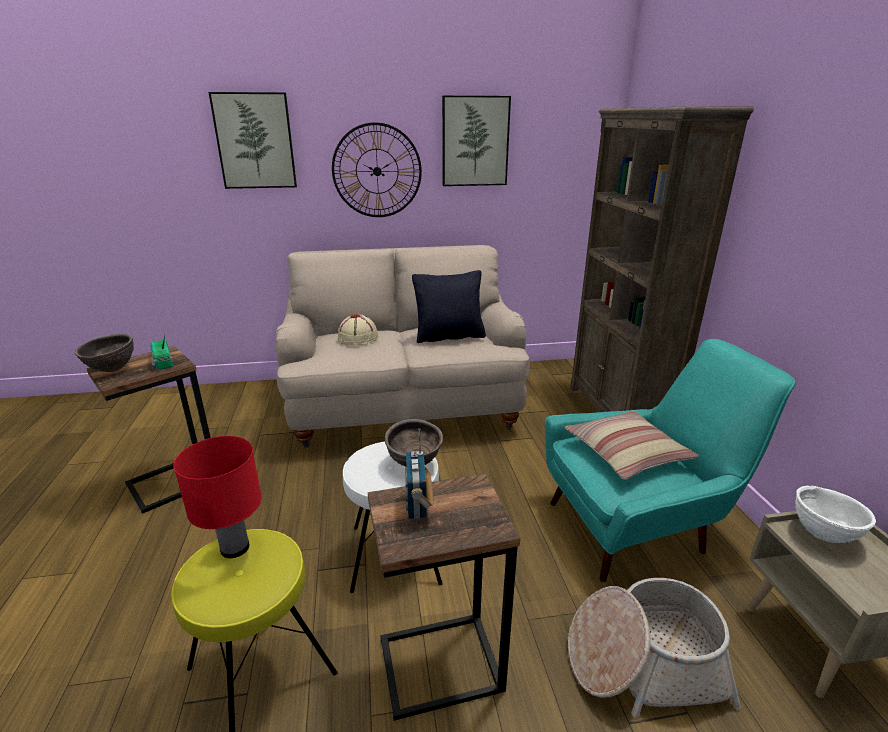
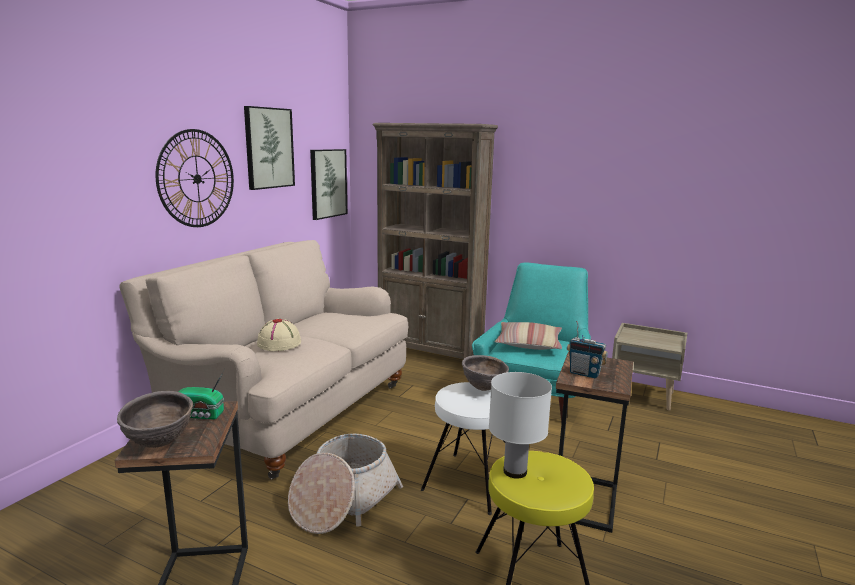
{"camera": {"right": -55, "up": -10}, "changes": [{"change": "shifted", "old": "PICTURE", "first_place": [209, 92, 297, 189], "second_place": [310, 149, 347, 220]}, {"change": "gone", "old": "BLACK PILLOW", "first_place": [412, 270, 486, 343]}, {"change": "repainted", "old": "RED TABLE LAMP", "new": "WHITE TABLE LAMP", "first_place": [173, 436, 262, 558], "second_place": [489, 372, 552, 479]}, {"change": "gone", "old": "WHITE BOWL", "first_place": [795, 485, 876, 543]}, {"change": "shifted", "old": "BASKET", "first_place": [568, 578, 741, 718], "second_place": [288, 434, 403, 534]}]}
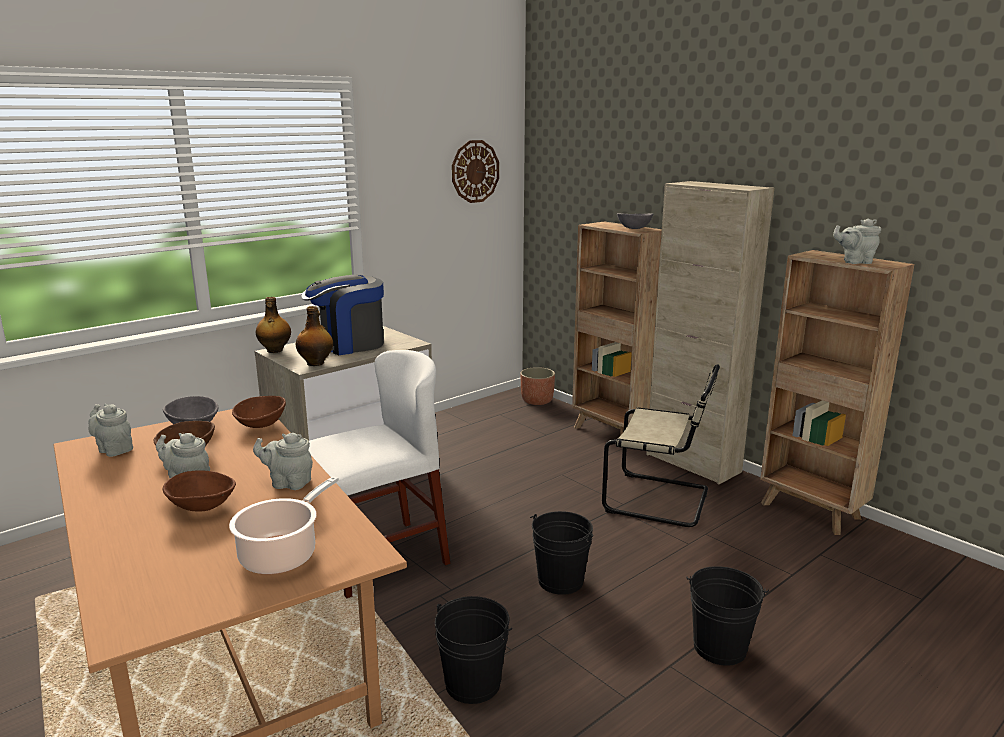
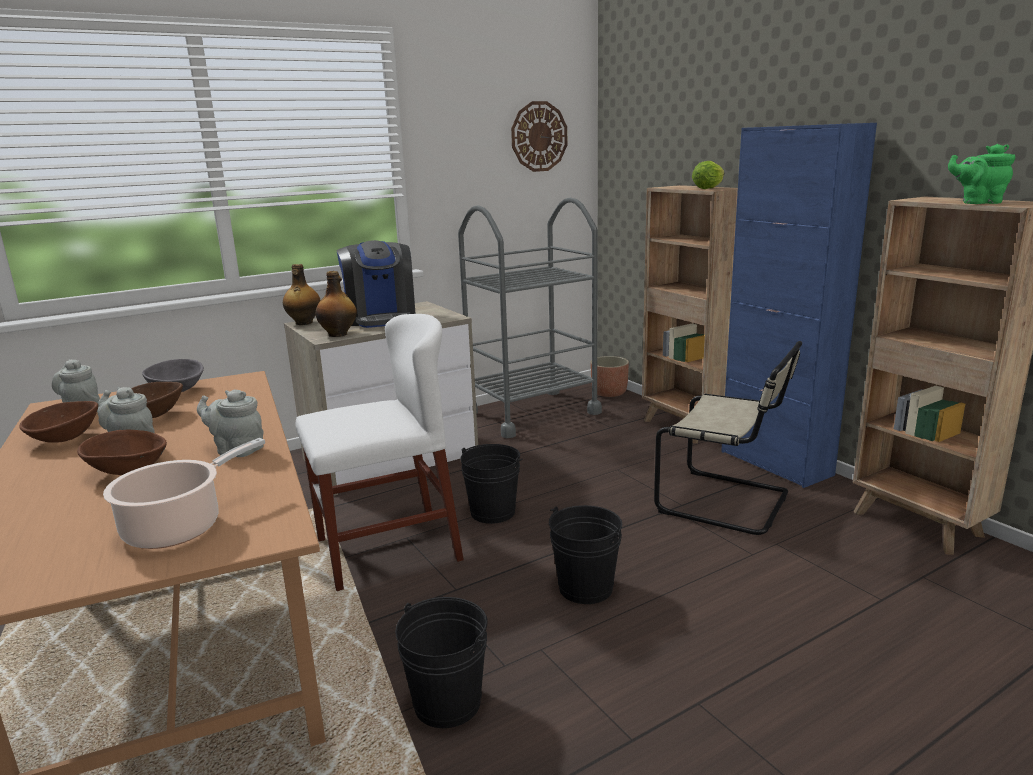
{"camera": {"right": 10, "up": 0}, "changes": [{"change": "repainted", "old": "BEIGE CABINET", "new": "BLUE CABINET", "first_place": [646, 181, 774, 484], "second_place": [721, 123, 877, 488]}, {"change": "swapped", "old": "GREY BOWL", "new": "LETTUCE", "first_place": [617, 213, 653, 229], "second_place": [692, 161, 724, 189]}, {"change": "repainted", "old": "GREY TEAPOT", "new": "GREEN TEAPOT", "first_place": [833, 219, 881, 264], "second_place": [948, 144, 1015, 204]}, {"change": "rotated", "old": "COFFEE MACHINE", "first_place": [301, 275, 384, 355], "second_place": [337, 240, 416, 328], "degrees": -90}, {"change": "shifted", "old": "BROWN BOWL", "first_place": [232, 396, 286, 428], "second_place": [19, 401, 98, 443]}, {"change": "shifted", "old": "BLACK BUCKET", "first_place": [686, 566, 769, 666], "second_place": [460, 444, 523, 524]}, {"change": "new", "new": "GREY CART", "second_place": [458, 198, 602, 438]}]}
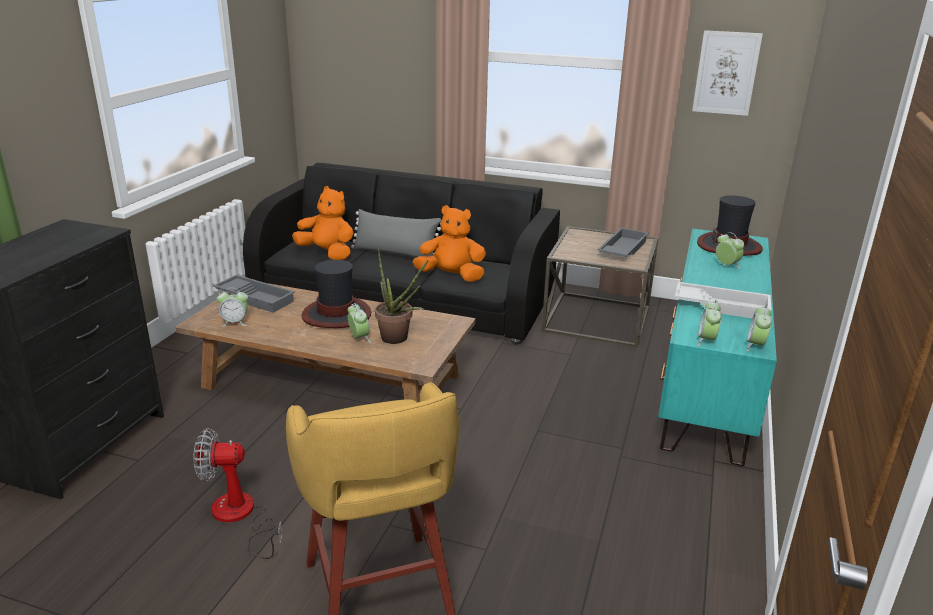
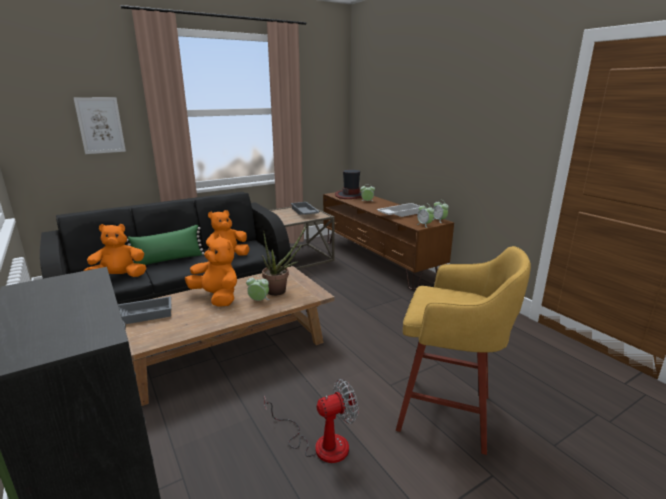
{"camera": {"right": -50, "up": -5}, "changes": [{"change": "shifted", "old": "PICTURE", "first_place": [692, 30, 763, 116], "second_place": [74, 97, 126, 154]}, {"change": "repainted", "old": "GREY PILLOW", "new": "GREEN PILLOW", "first_place": [351, 209, 441, 258], "second_place": [127, 225, 205, 265]}, {"change": "repainted", "old": "TURQUOISE TV STAND", "new": "BROWN TV STAND", "first_place": [658, 229, 777, 466], "second_place": [323, 191, 454, 290]}, {"change": "swapped", "old": "HAT", "new": "ORANGE PLUSH TOY", "first_place": [301, 260, 371, 328], "second_place": [185, 235, 237, 307]}, {"change": "gone", "old": "ALARM CLOCK", "first_place": [217, 288, 248, 327]}, {"change": "rotated", "old": "FAN", "first_place": [193, 428, 282, 559], "second_place": [264, 379, 358, 463], "degrees": -150}]}
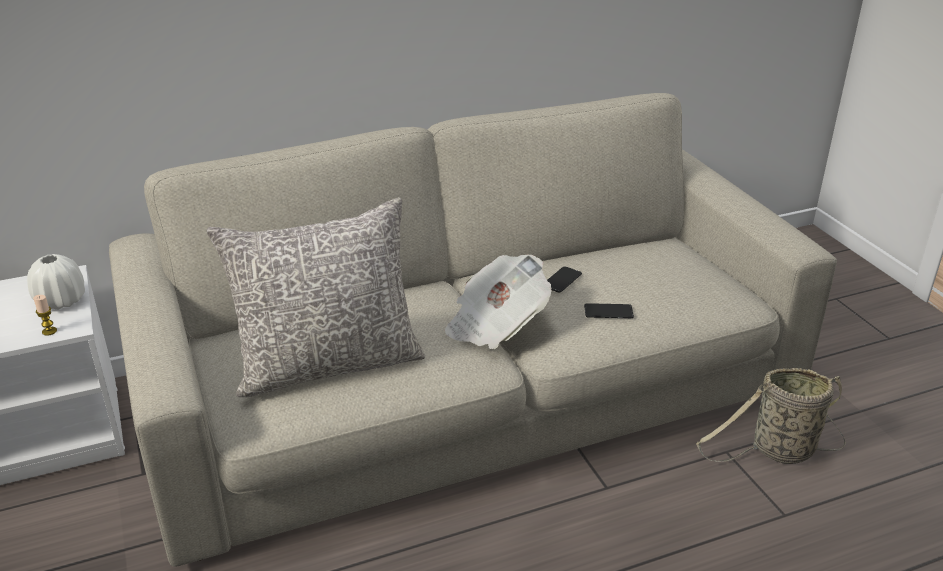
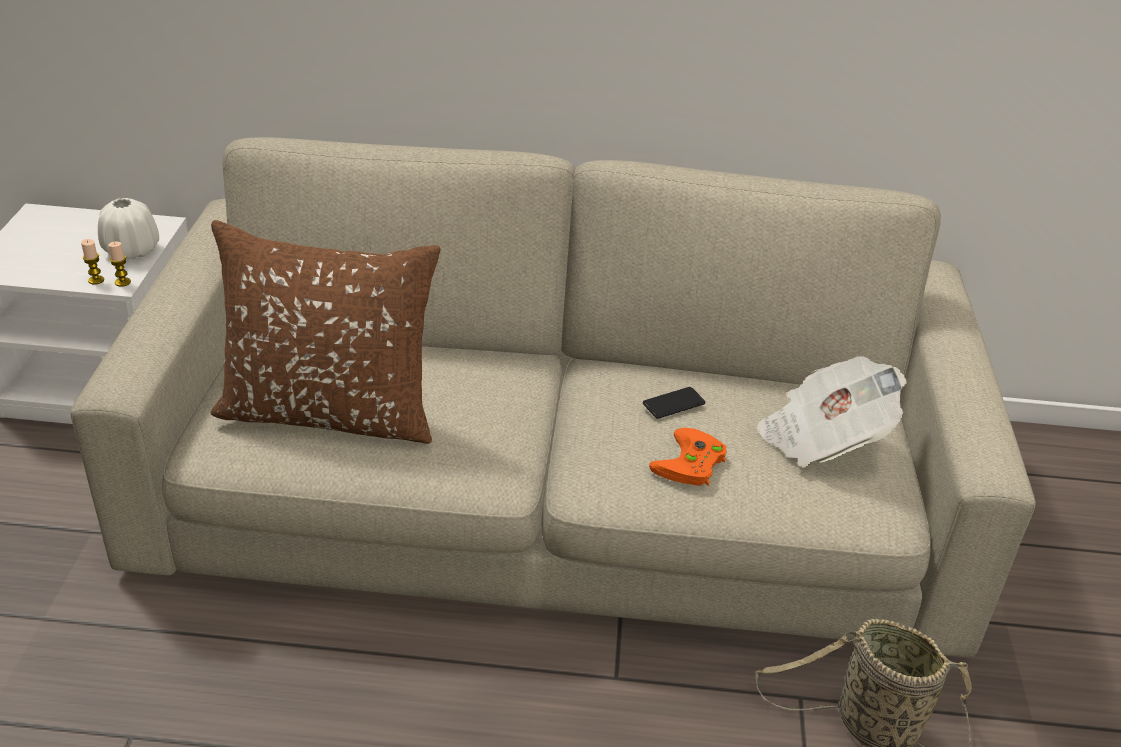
{"camera": {"right": 25, "up": 5}, "changes": [{"change": "repainted", "old": "GREY PILLOW", "new": "BROWN PILLOW", "first_place": [207, 197, 425, 397], "second_place": [211, 220, 441, 444]}, {"change": "shifted", "old": "NEWSPAPER", "first_place": [445, 255, 552, 349], "second_place": [757, 356, 907, 468]}, {"change": "swapped", "old": "PHONE", "new": "ORANGE GAME CONTROLLER", "first_place": [584, 303, 634, 318], "second_place": [649, 428, 727, 486]}, {"change": "new", "new": "CANDLE", "second_place": [108, 242, 131, 287]}]}
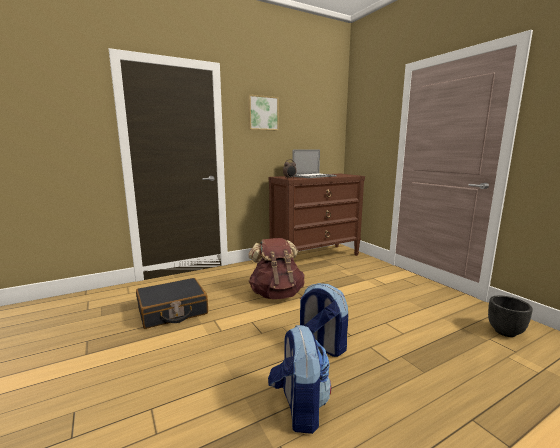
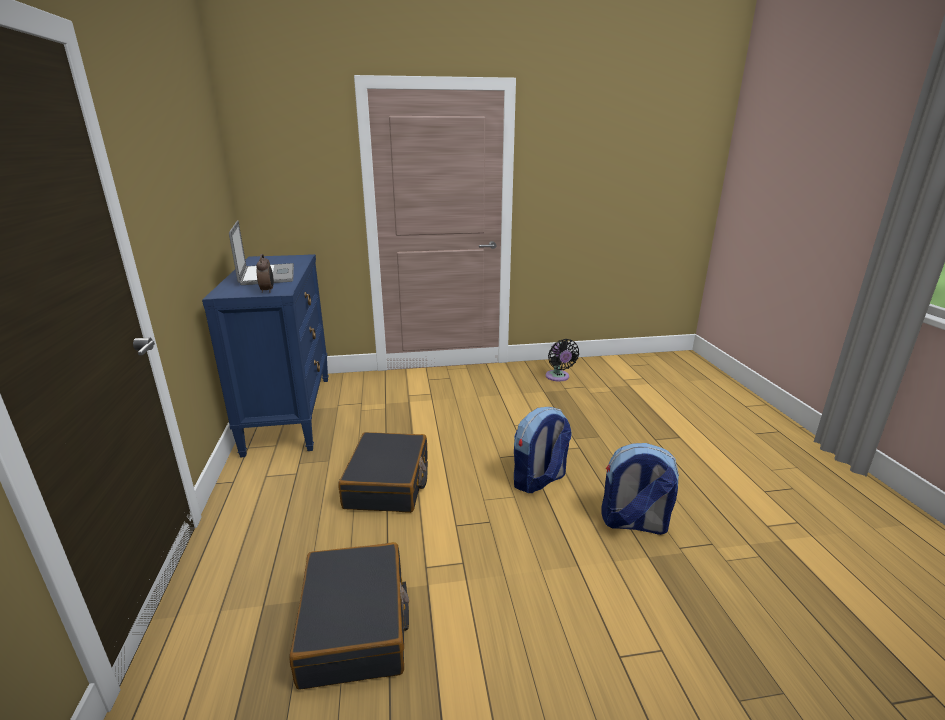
{"camera": {"right": -70, "up": 10}, "changes": [{"change": "gone", "old": "PICTURE", "first_place": [248, 95, 279, 130]}, {"change": "repainted", "old": "BROWN DRESSER", "new": "BLUE DRESSER", "first_place": [268, 174, 365, 256], "second_place": [202, 254, 329, 458]}, {"change": "swapped", "old": "BROWN BACKPACK", "new": "BLACK SUITCASE", "first_place": [248, 238, 305, 299], "second_place": [338, 432, 428, 513]}, {"change": "swapped", "old": "BLACK PLANTER", "new": "BLACK FAN", "first_place": [488, 295, 533, 337], "second_place": [545, 339, 579, 382]}]}
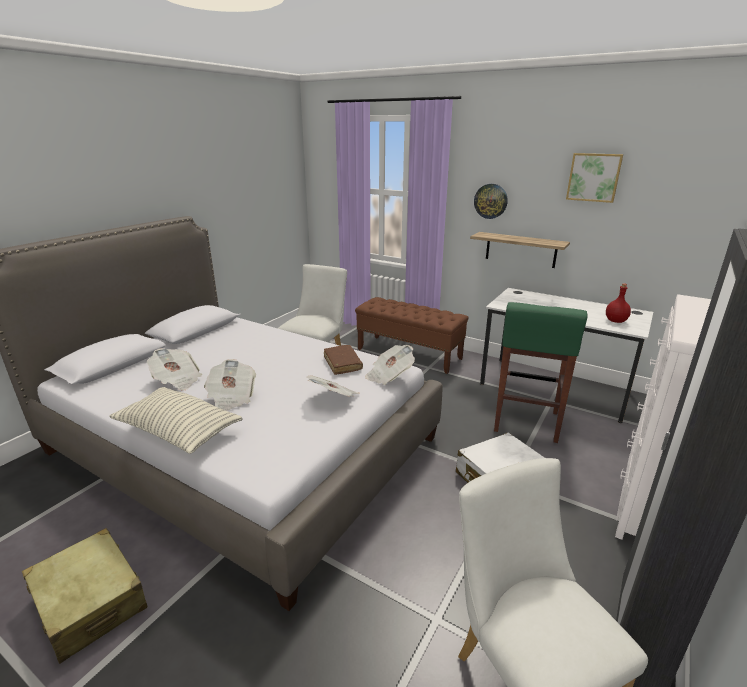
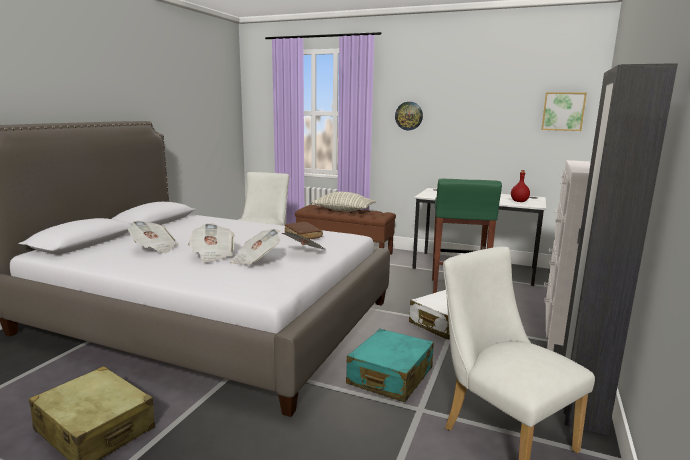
{"camera": {"right": -10, "up": -10}, "changes": [{"change": "shifted", "old": "PICTURE", "first_place": [566, 153, 623, 203], "second_place": [541, 92, 587, 131]}, {"change": "gone", "old": "SHELF", "first_place": [470, 232, 570, 268]}, {"change": "shifted", "old": "NEWSPAPER", "first_place": [365, 345, 415, 385], "second_place": [230, 229, 280, 265]}, {"change": "shifted", "old": "PILLOW", "first_place": [109, 387, 243, 454], "second_place": [311, 192, 376, 212]}, {"change": "new", "new": "TURQUOISE SUITCASE", "second_place": [346, 329, 434, 402]}]}
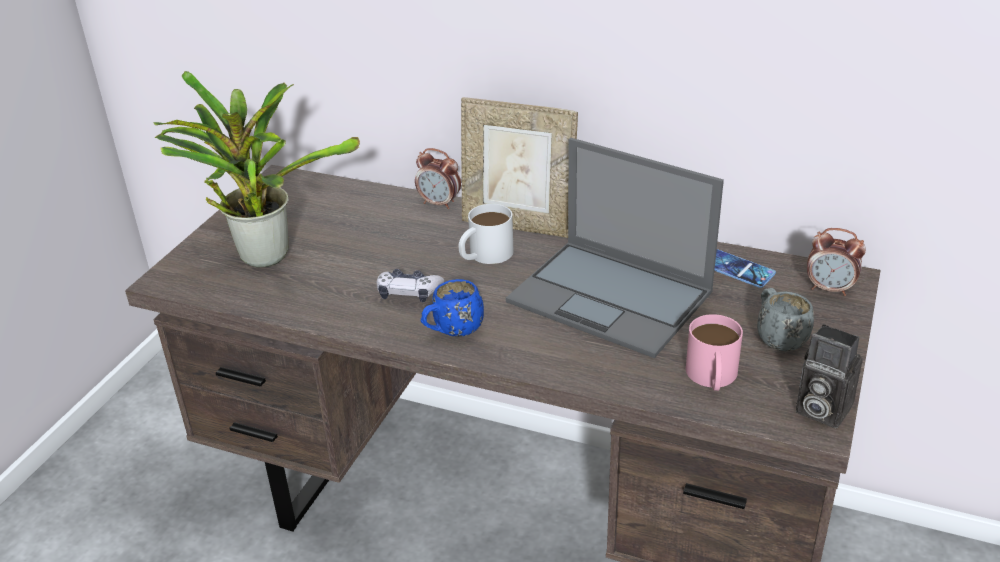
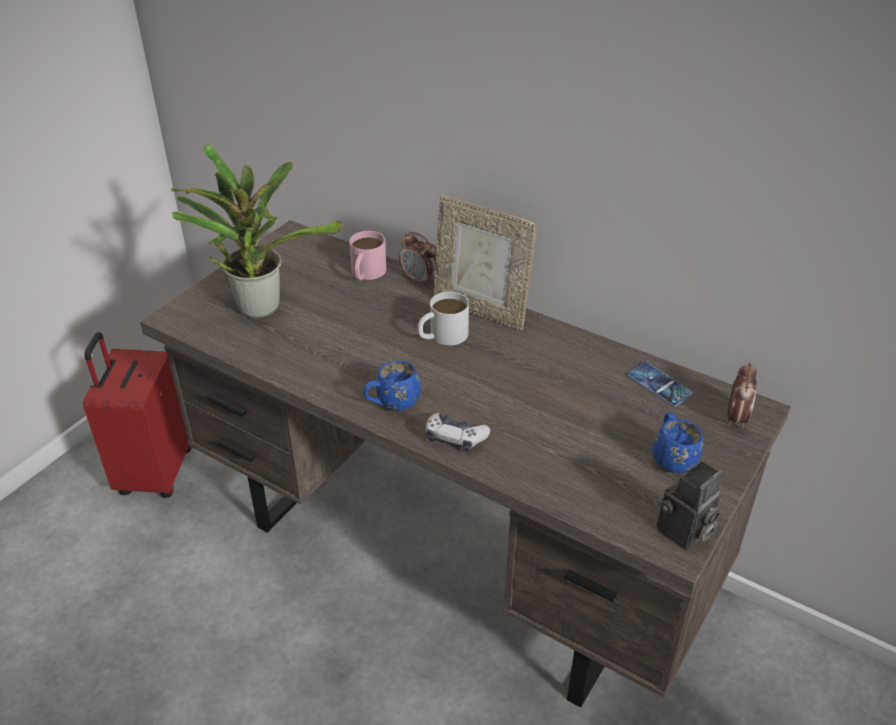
{"camera": {"right": 10, "up": 5}, "changes": [{"change": "gone", "old": "LAPTOP", "first_place": [506, 138, 724, 358]}, {"change": "rotated", "old": "ALARM CLOCK", "first_place": [807, 228, 866, 296], "second_place": [727, 363, 758, 429], "degrees": -105}, {"change": "shifted", "old": "GAME CONTROLLER", "first_place": [377, 269, 445, 302], "second_place": [426, 412, 491, 452]}, {"change": "repainted", "old": "GREY MUG", "new": "BLUE MUG", "first_place": [757, 288, 814, 351], "second_place": [652, 413, 703, 473]}, {"change": "shifted", "old": "PINK MUG", "first_place": [686, 314, 743, 391], "second_place": [349, 231, 387, 280]}, {"change": "rotated", "old": "PHOTO CAMERA", "first_place": [796, 324, 863, 428], "second_place": [657, 461, 723, 550], "degrees": -90}, {"change": "new", "new": "RED SUITCASE", "second_place": [83, 332, 191, 498]}]}
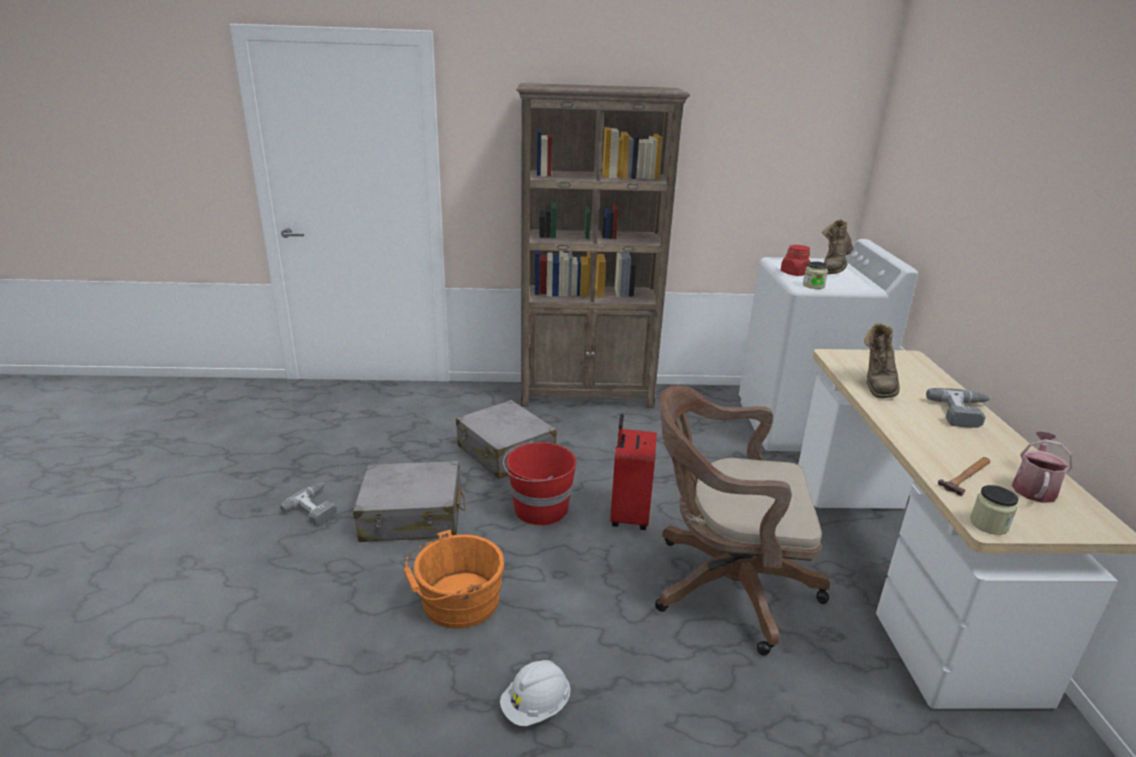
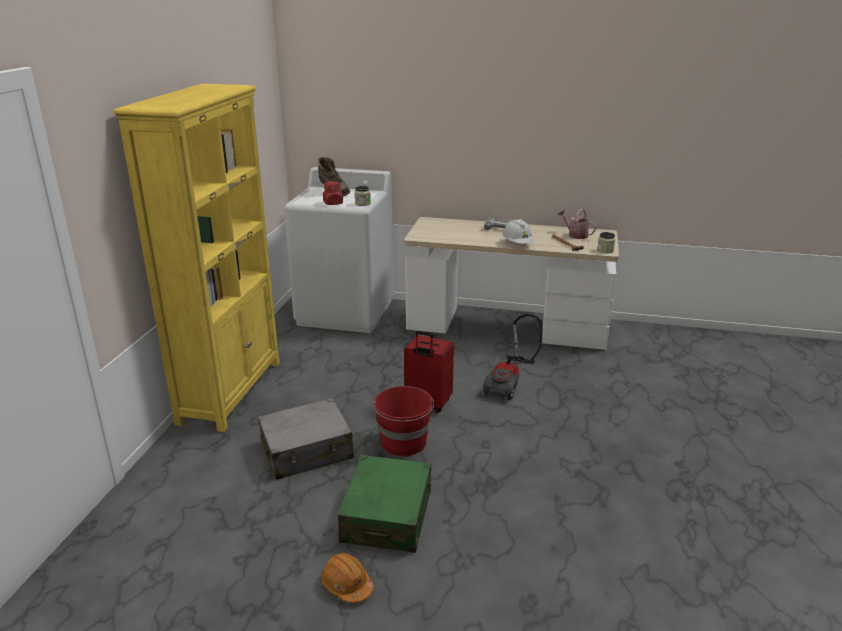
{"camera": {"right": -75, "up": 0}, "changes": [{"change": "repainted", "old": "BROWN BOOKCASE", "new": "YELLOW BOOKCASE", "first_place": [516, 83, 690, 408], "second_place": [114, 84, 280, 432]}, {"change": "gone", "old": "BROWN BOOT", "first_place": [864, 323, 900, 398]}, {"change": "swapped", "old": "BROWN OFFICE CHAIR", "new": "VACUUM CLEANER", "first_place": [655, 385, 830, 656], "second_place": [483, 314, 543, 400]}, {"change": "repainted", "old": "GREY SUITCASE", "new": "GREEN SUITCASE", "first_place": [353, 461, 465, 542], "second_place": [338, 455, 431, 553]}, {"change": "swapped", "old": "POWER DRILL", "new": "ORANGE HARD HAT", "first_place": [280, 483, 337, 527], "second_place": [321, 553, 374, 603]}, {"change": "gone", "old": "ORANGE BUCKET", "first_place": [404, 530, 504, 629]}, {"change": "shifted", "old": "WHITE HARD HAT", "first_place": [500, 660, 571, 726], "second_place": [502, 219, 535, 244]}]}
